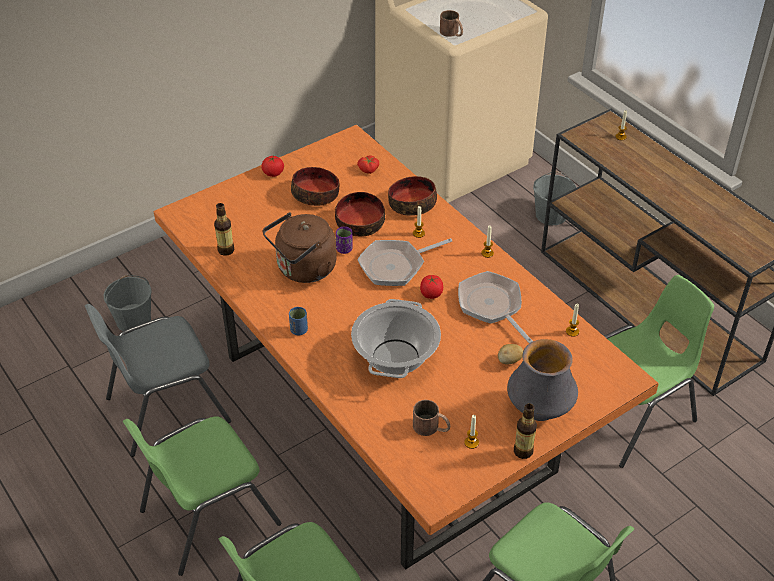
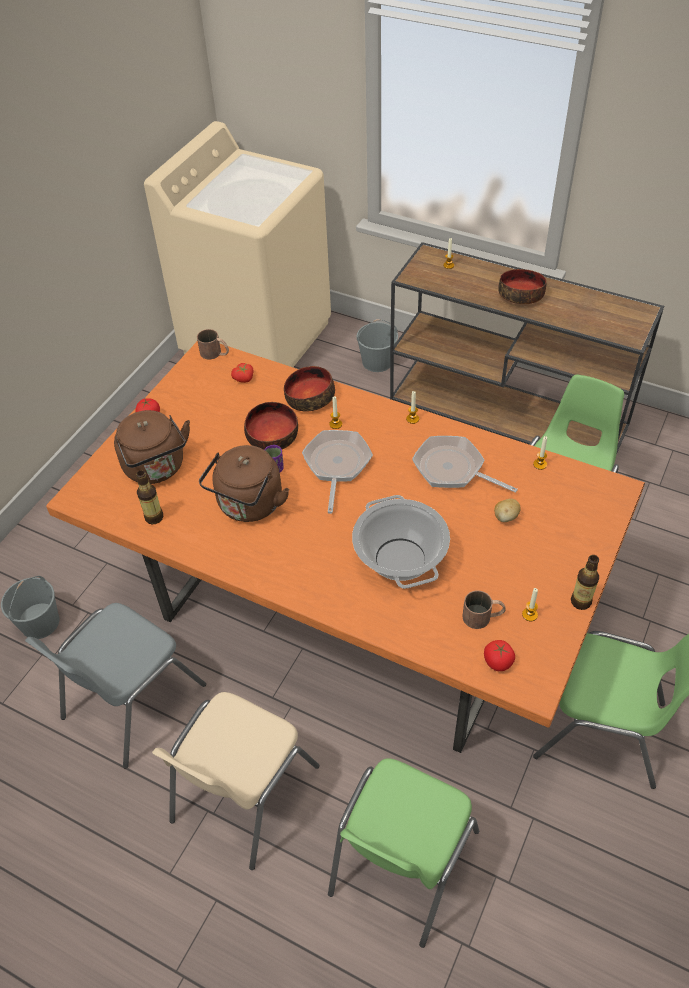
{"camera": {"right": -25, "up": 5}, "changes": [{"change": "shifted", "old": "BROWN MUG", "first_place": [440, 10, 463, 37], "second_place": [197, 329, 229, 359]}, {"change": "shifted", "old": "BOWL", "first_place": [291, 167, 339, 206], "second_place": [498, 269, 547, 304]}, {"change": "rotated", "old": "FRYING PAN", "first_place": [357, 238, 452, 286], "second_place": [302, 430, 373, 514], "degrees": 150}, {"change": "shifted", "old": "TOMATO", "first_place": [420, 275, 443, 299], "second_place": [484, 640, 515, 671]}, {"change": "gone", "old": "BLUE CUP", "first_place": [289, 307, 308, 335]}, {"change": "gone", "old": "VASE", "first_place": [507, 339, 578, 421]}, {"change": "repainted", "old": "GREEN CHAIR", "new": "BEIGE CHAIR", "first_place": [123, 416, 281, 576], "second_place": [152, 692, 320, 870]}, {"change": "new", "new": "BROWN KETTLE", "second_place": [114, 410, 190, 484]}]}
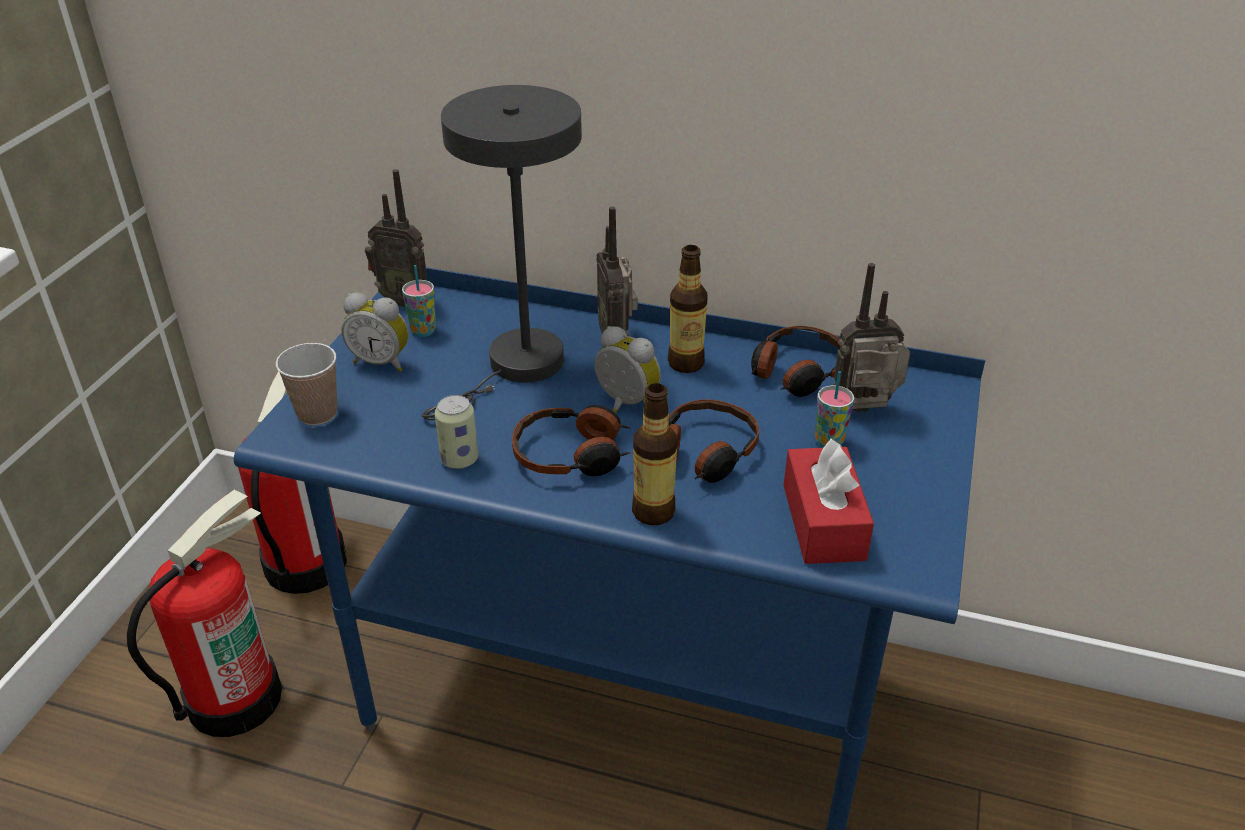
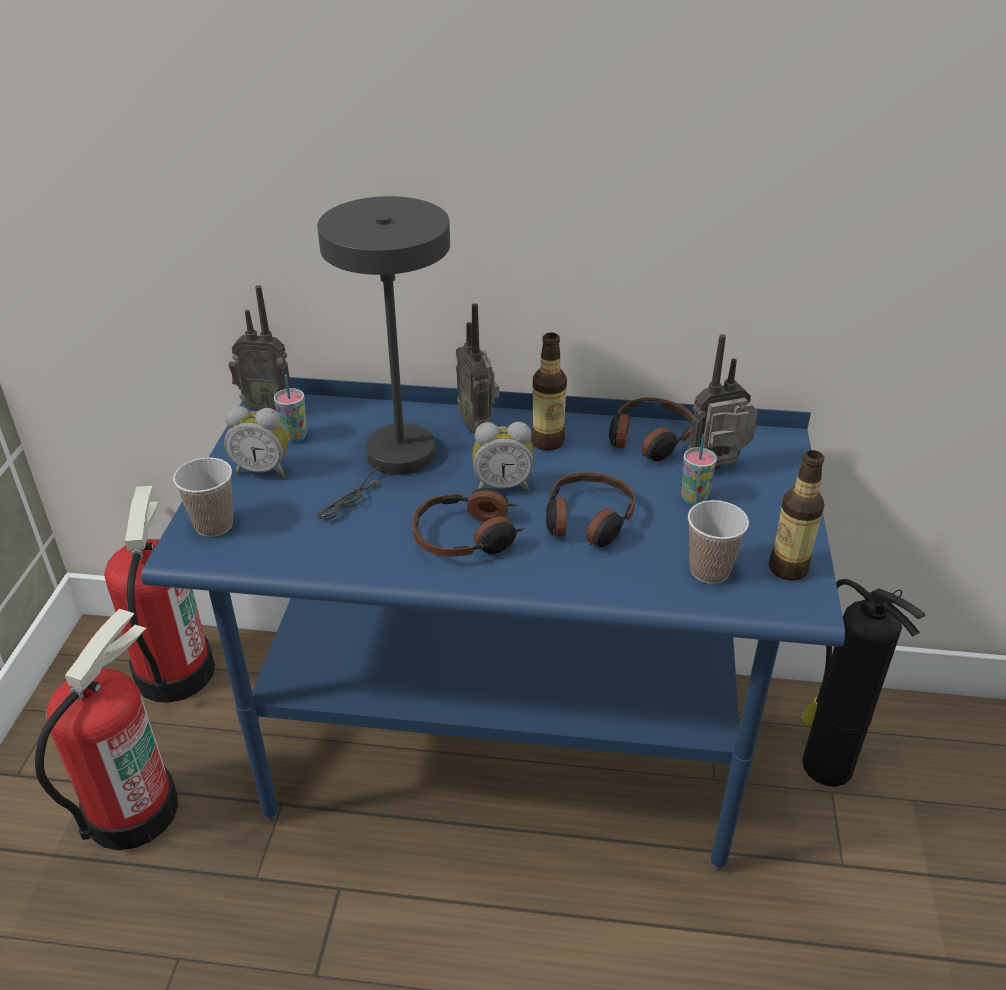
{"camera": {"right": -10, "up": 0}, "changes": [{"change": "rotated", "old": "ALARM CLOCK", "first_place": [594, 326, 661, 413], "second_place": [472, 422, 534, 491], "degrees": 150}, {"change": "shifted", "old": "BOTTLE", "first_place": [632, 383, 678, 525], "second_place": [769, 450, 825, 581]}, {"change": "gone", "old": "CAN", "first_place": [434, 395, 478, 469]}, {"change": "swapped", "old": "RED TISSUE BOX", "new": "CUP", "first_place": [783, 439, 874, 564], "second_place": [688, 500, 749, 584]}, {"change": "new", "new": "FIRE EXTINGUISHER", "second_place": [800, 579, 925, 787]}]}
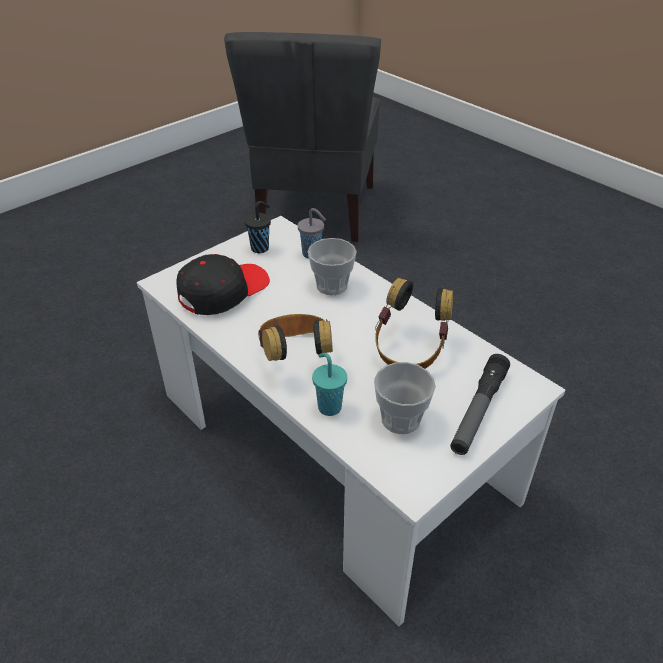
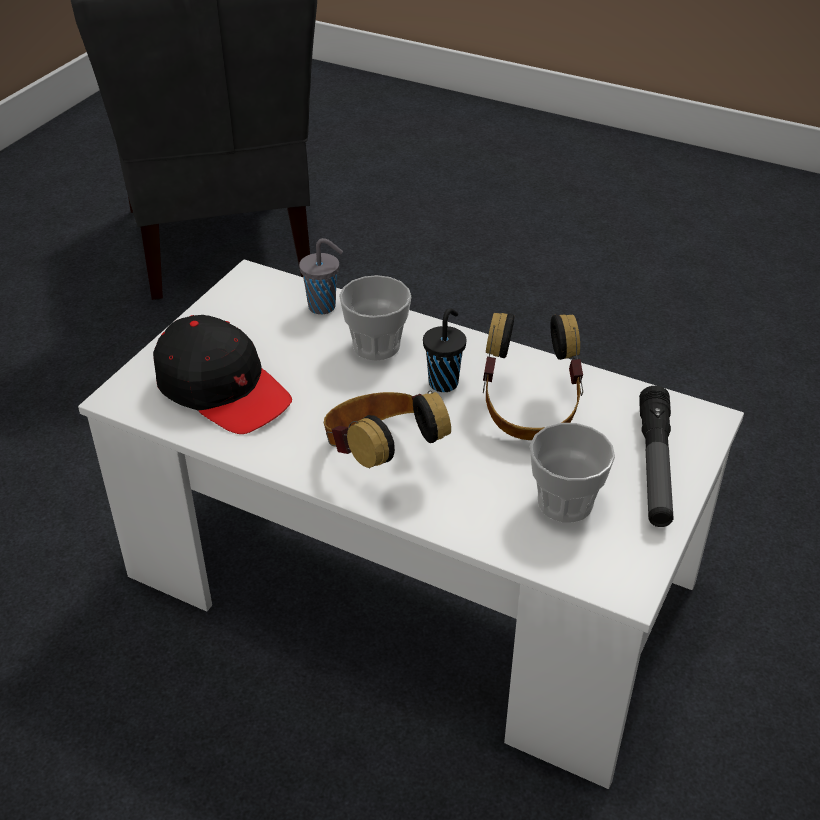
{"camera": {"right": -20, "up": 0}, "changes": [{"change": "shifted", "old": "BLACK CUP", "first_place": [244, 201, 271, 253], "second_place": [423, 308, 466, 392]}, {"change": "rotated", "old": "BLACK CAP", "first_place": [177, 254, 270, 315], "second_place": [153, 315, 292, 434], "degrees": 105}, {"change": "gone", "old": "TURQUOISE CUP", "first_place": [312, 353, 347, 416]}]}
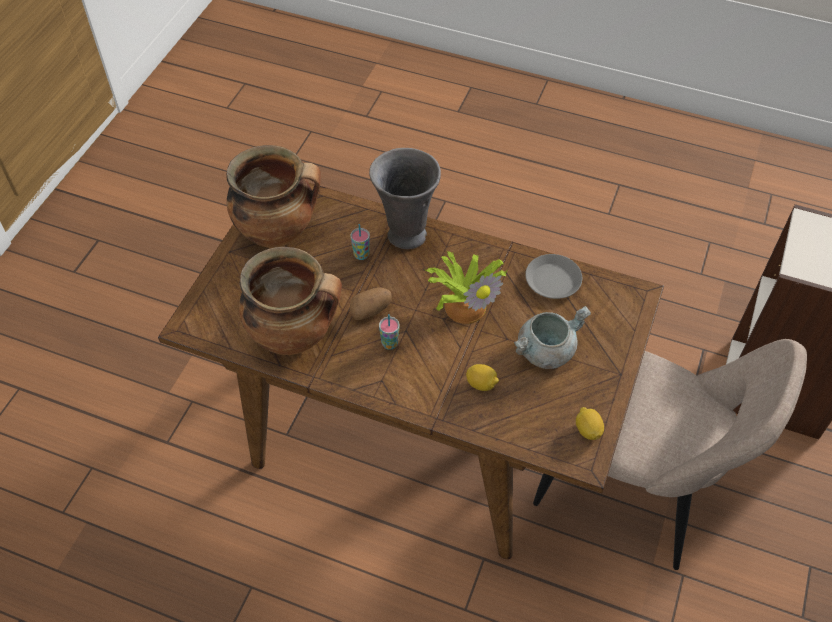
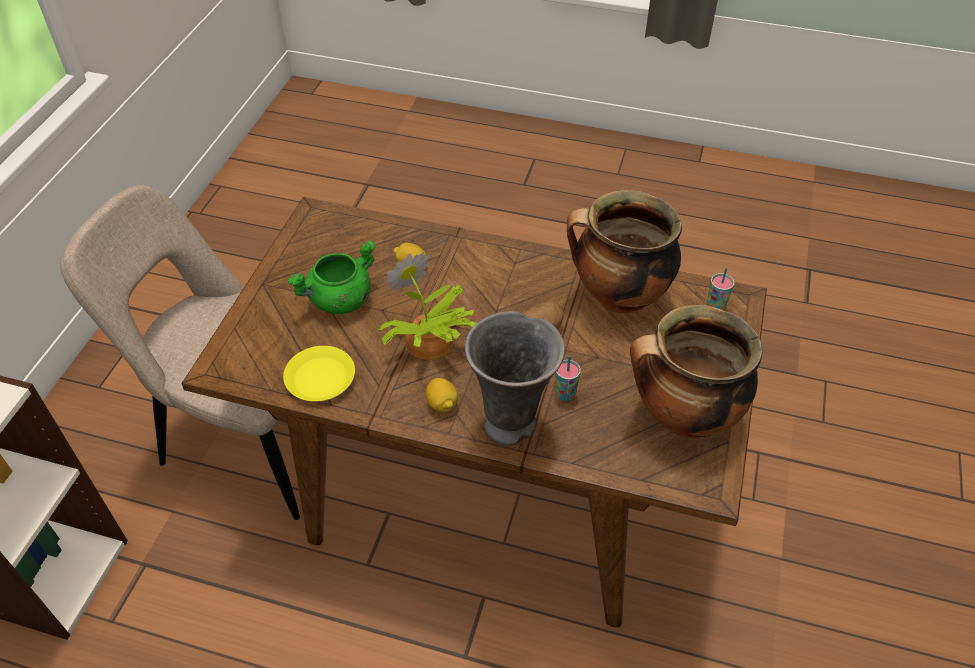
{"camera": {"right": 175, "up": -5}, "changes": [{"change": "repainted", "old": "GREY PLATE", "new": "YELLOW PLATE", "first_place": [525, 254, 582, 299], "second_place": [283, 346, 355, 402]}, {"change": "repainted", "old": "GREY COOKING POT", "new": "GREEN COOKING POT", "first_place": [514, 306, 591, 369], "second_place": [287, 240, 376, 314]}, {"change": "shifted", "old": "CUP", "first_place": [379, 314, 399, 350], "second_place": [707, 267, 734, 310]}, {"change": "shifted", "old": "LEMON", "first_place": [576, 407, 604, 440], "second_place": [426, 378, 458, 413]}]}
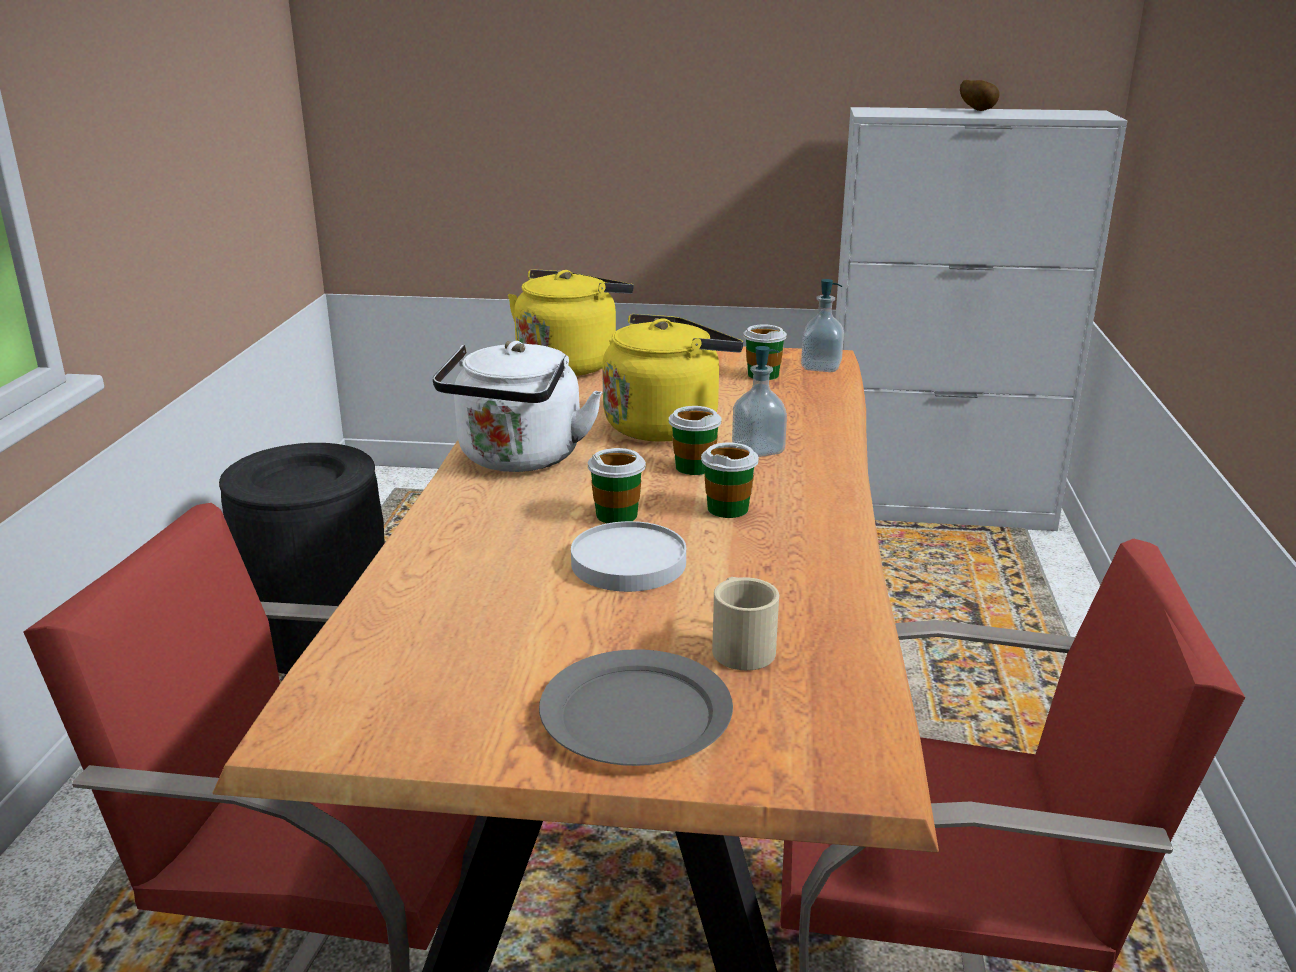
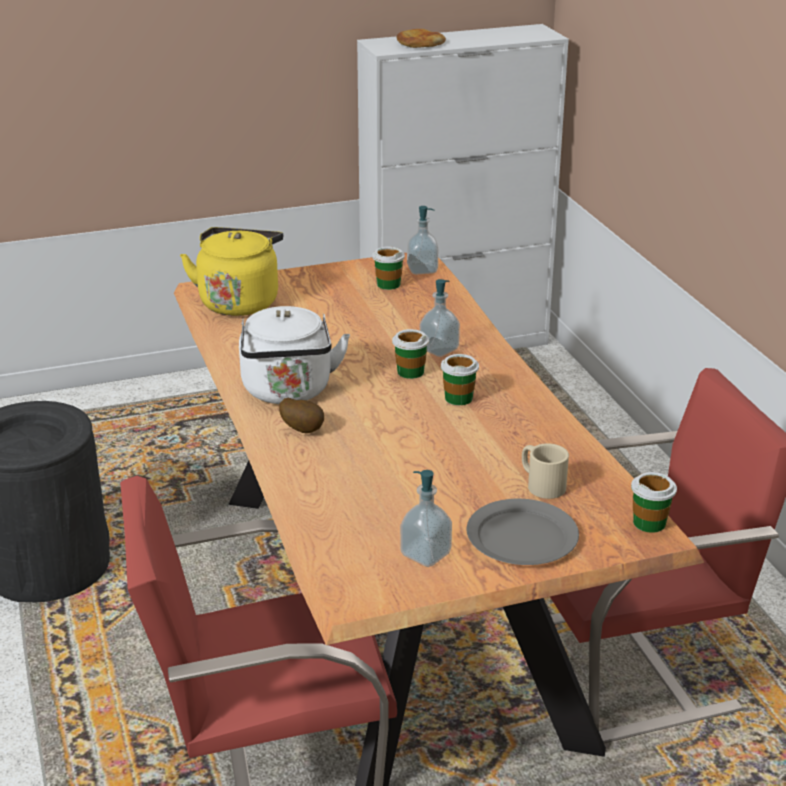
{"camera": {"right": -25, "up": 5}, "changes": [{"change": "shifted", "old": "POTATO", "first_place": [960, 80, 1000, 111], "second_place": [279, 398, 324, 433]}, {"change": "gone", "old": "YELLOW KETTLE", "first_place": [602, 314, 743, 442]}, {"change": "shifted", "old": "CUP", "first_place": [588, 448, 646, 523], "second_place": [631, 472, 677, 533]}, {"change": "gone", "old": "WHITE PLATE", "first_place": [571, 521, 686, 592]}, {"change": "new", "new": "BREAD", "second_place": [396, 29, 446, 48]}, {"change": "new", "new": "SOAP DISPENSER", "second_place": [400, 470, 452, 567]}]}
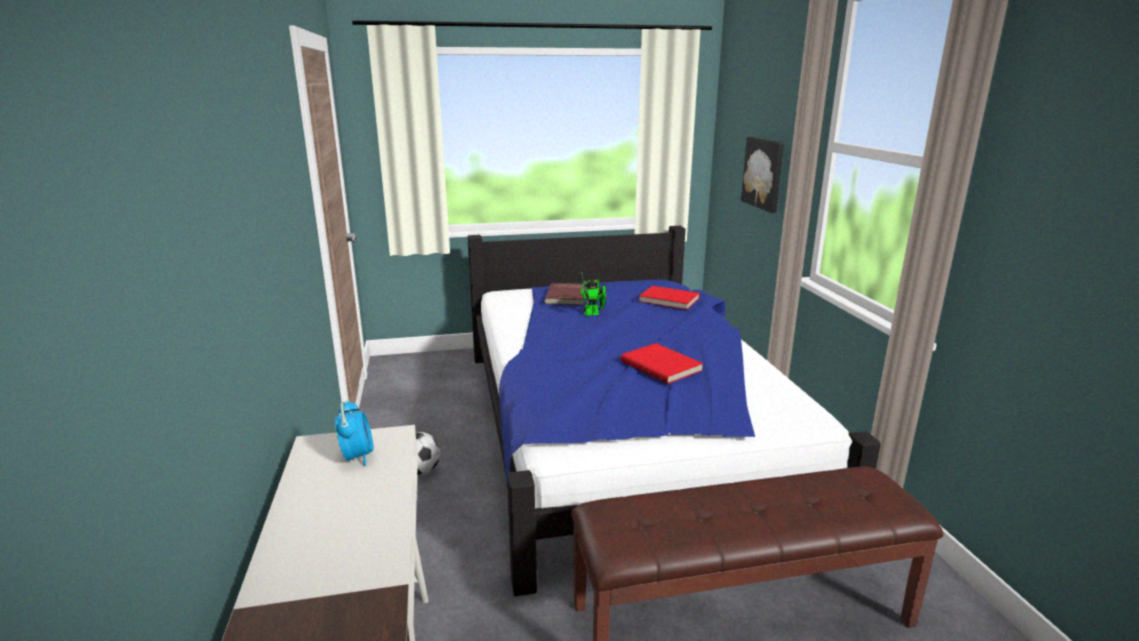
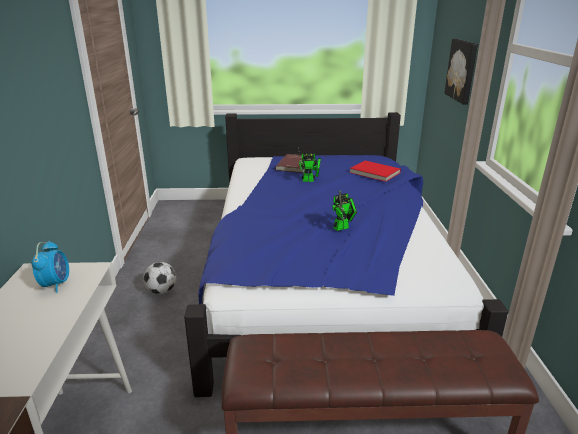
{"camera": {"right": 10, "up": 5}, "changes": [{"change": "swapped", "old": "RED BOOK", "new": "TOY ROBOT", "first_place": [621, 343, 703, 384], "second_place": [332, 190, 357, 231]}]}
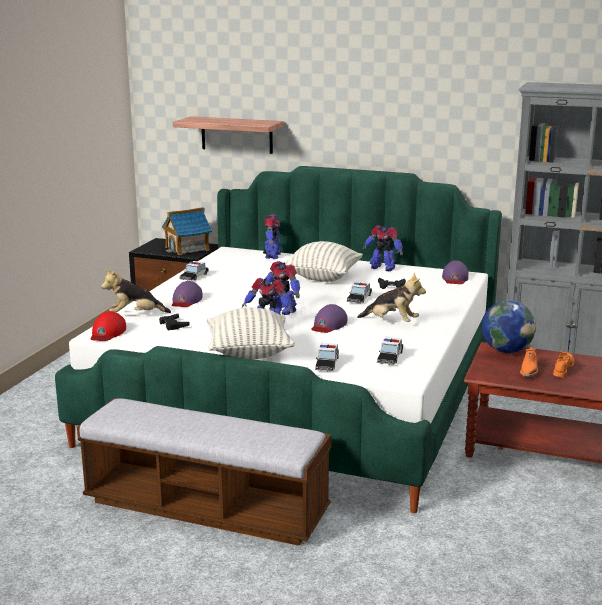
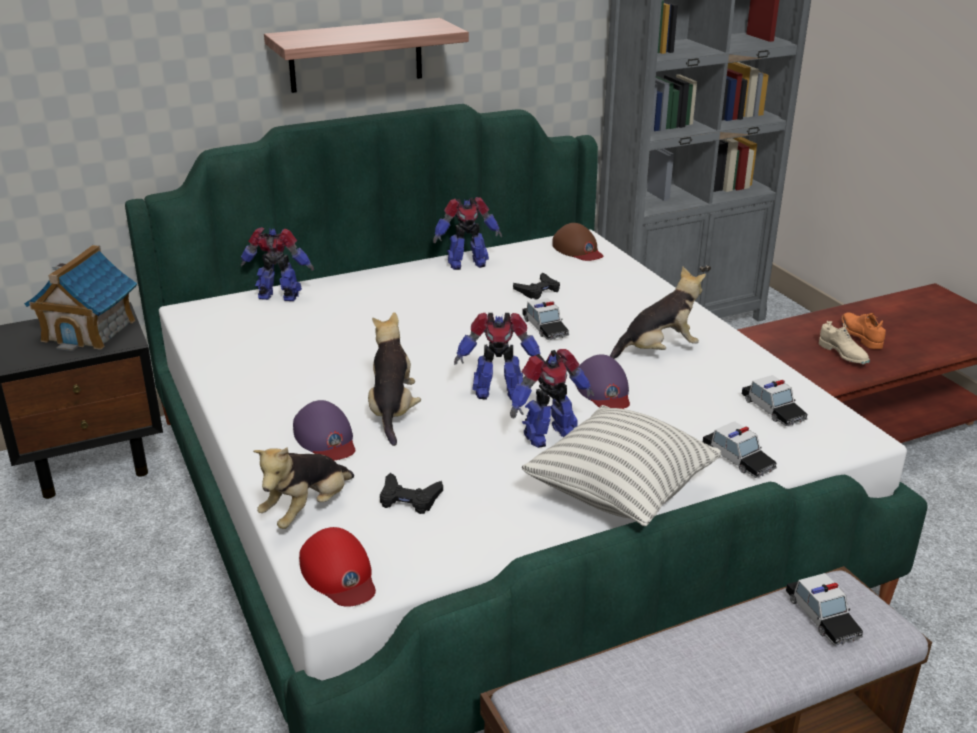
{"camera": {"right": -45, "up": 10}, "changes": [{"change": "shifted", "old": "SHELF", "first_place": [173, 116, 284, 154], "second_place": [264, 18, 469, 93]}, {"change": "rotated", "old": "TOY ROBOT", "first_place": [263, 215, 281, 259], "second_place": [241, 227, 314, 301], "degrees": -45}, {"change": "gone", "old": "PILLOW", "first_place": [285, 241, 363, 282]}, {"change": "repainted", "old": "PURPLE CAP", "new": "BROWN CAP", "first_place": [442, 260, 469, 284], "second_place": [552, 223, 603, 261]}, {"change": "shifted", "old": "TOY CAR", "first_place": [179, 261, 209, 281], "second_place": [786, 573, 863, 645]}, {"change": "gone", "old": "GLOBE", "first_place": [482, 300, 536, 353]}, {"change": "repainted", "old": "ORANGE SHOE", "new": "BEIGE SHOE", "first_place": [520, 347, 538, 377], "second_place": [819, 321, 870, 364]}, {"change": "new", "new": "PLUSH TOY", "second_place": [368, 312, 421, 446]}]}
